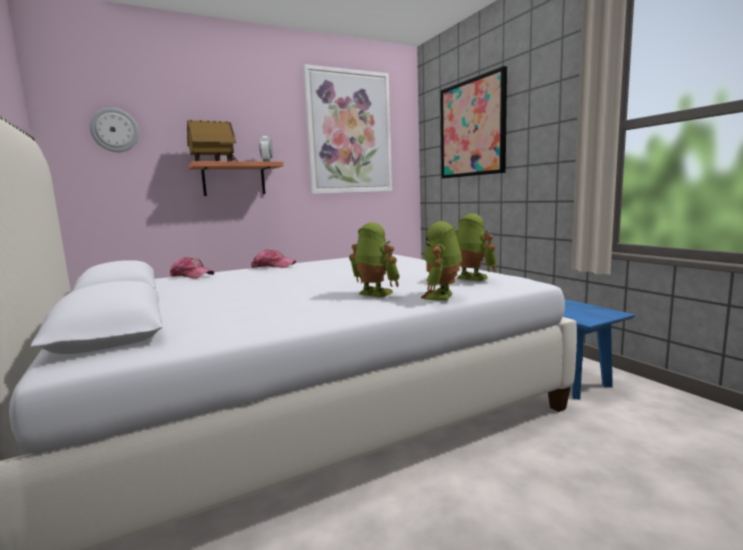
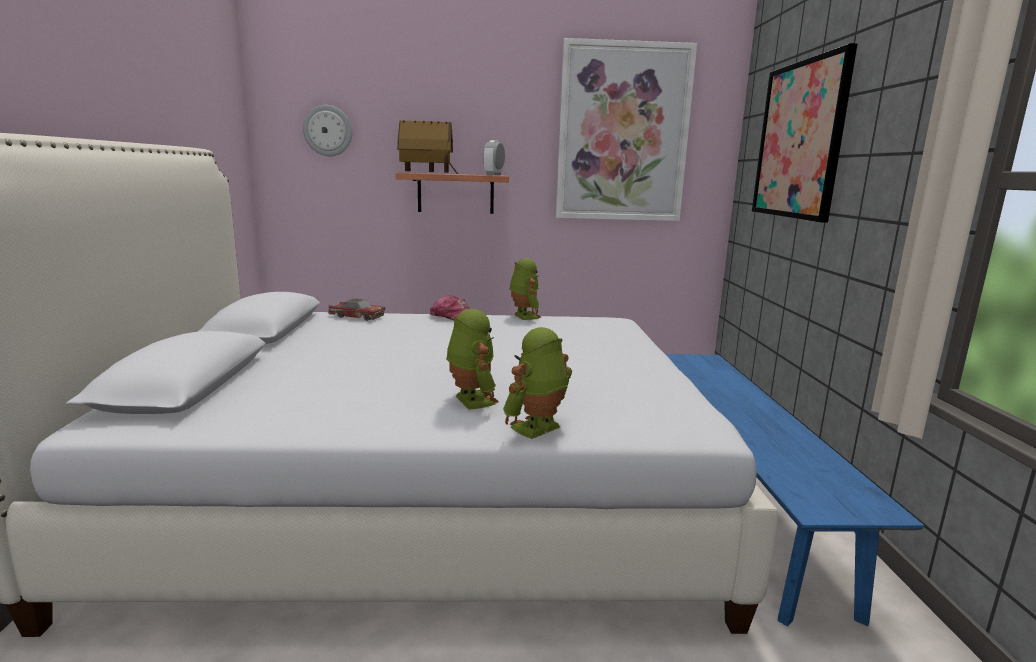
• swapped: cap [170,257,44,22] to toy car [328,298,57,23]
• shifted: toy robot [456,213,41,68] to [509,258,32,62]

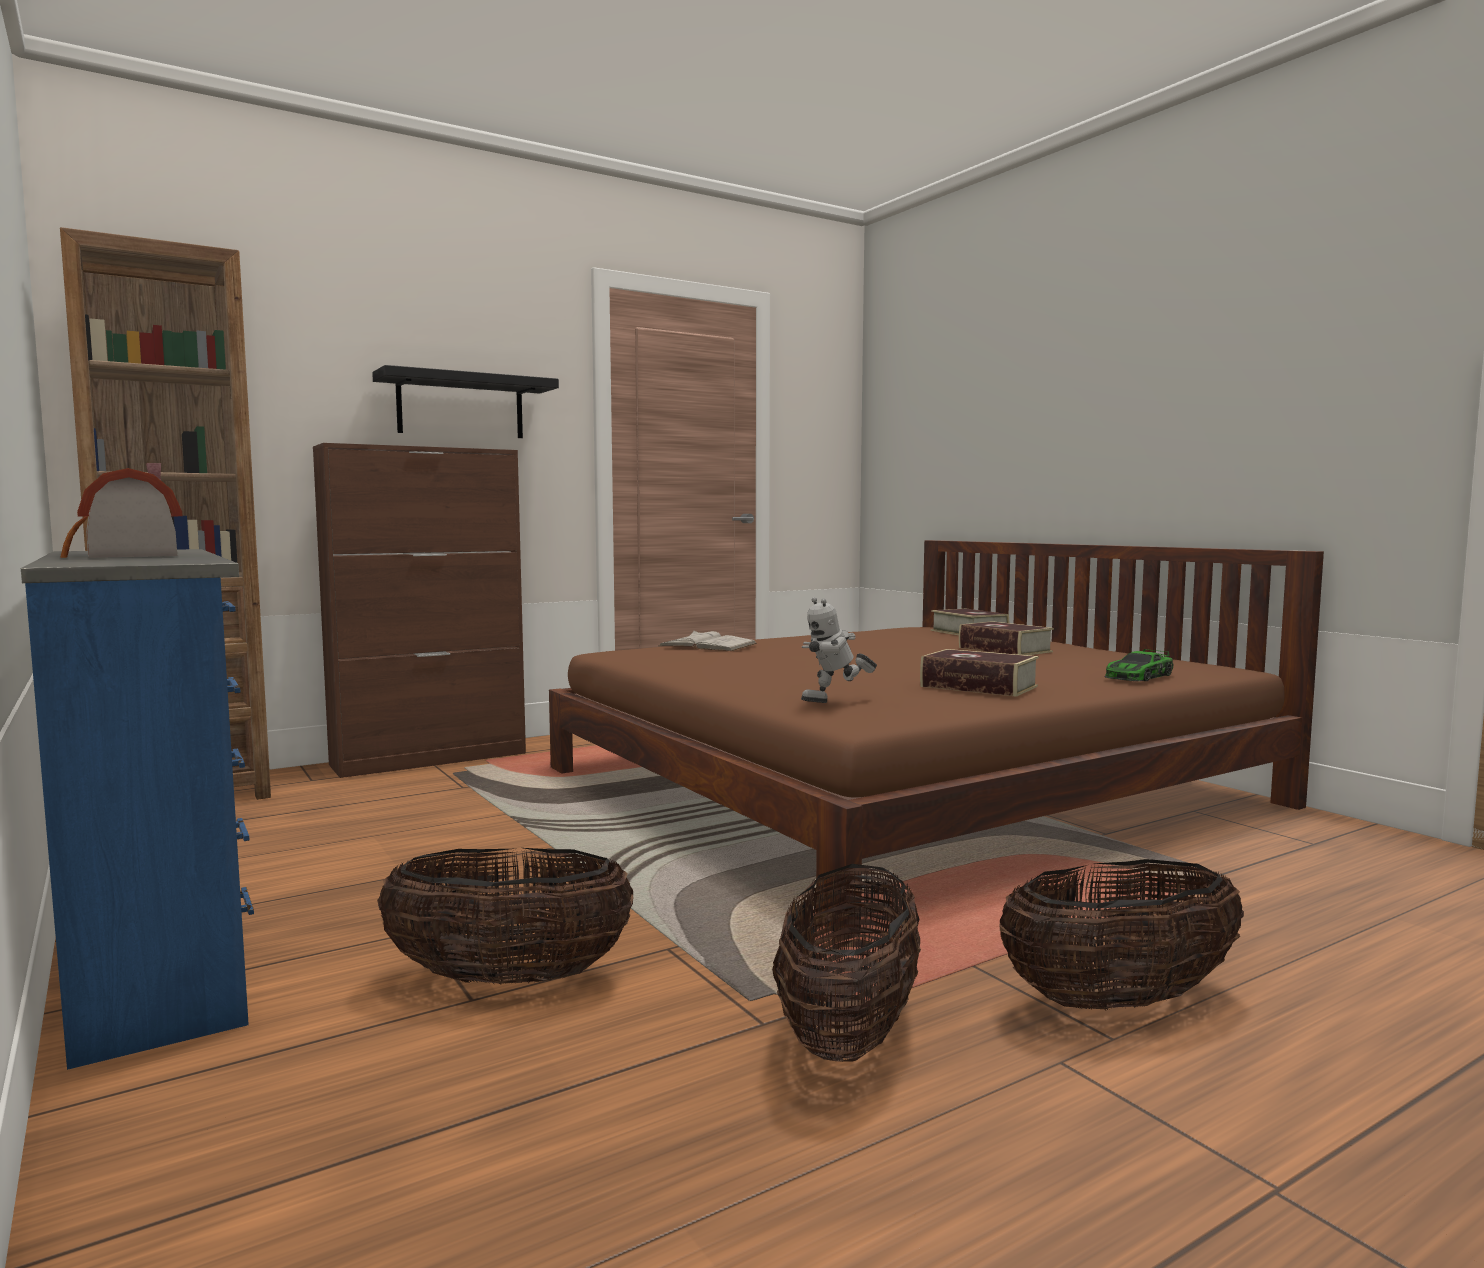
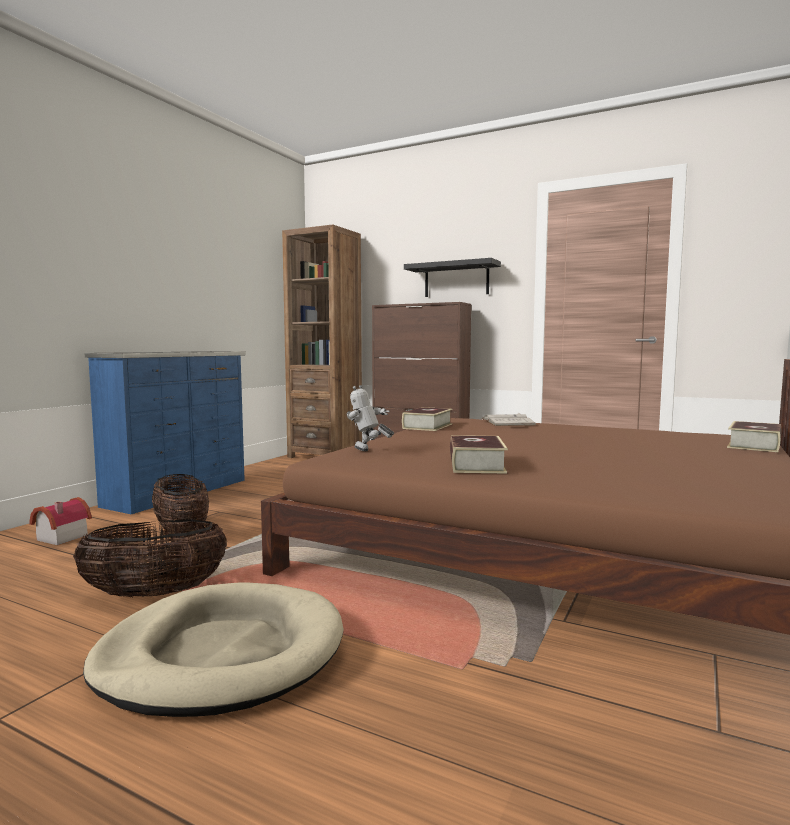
• shifted: toy house [60,463,122,95] to [29,497,63,48]
• shifted: book [959,621,95,34] to [402,407,50,24]
• swapped: basket [1000,859,244,151] to dog bed/beige [83,583,261,134]
• gone: toy car [1104,649,70,32]

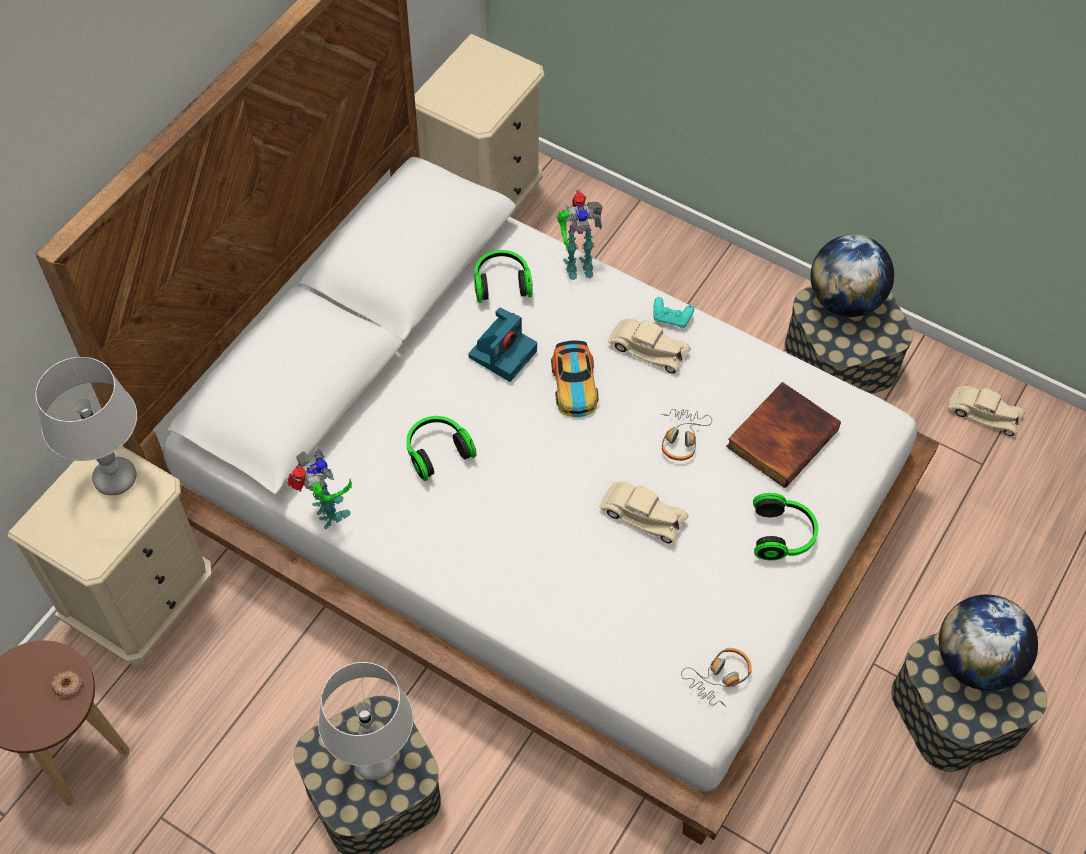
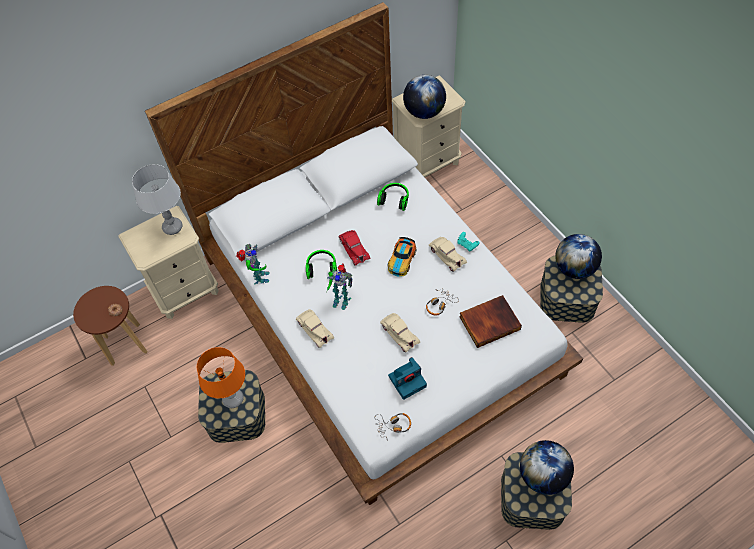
• repainted: table lamp/grey [318,662,95,118] to table lamp/orange [197,347,48,61]
• shifted: photo camera [469,307,68,75] to [388,357,39,43]
• shifted: toy robot [557,190,46,90] to [326,263,26,47]
• gone: headphones [753,493,65,67]
• shifted: toy car/beige [948,386,77,50] to [296,309,38,39]
• new: toy car/red [339,230,32,35]
• new: globe [403,75,43,44]

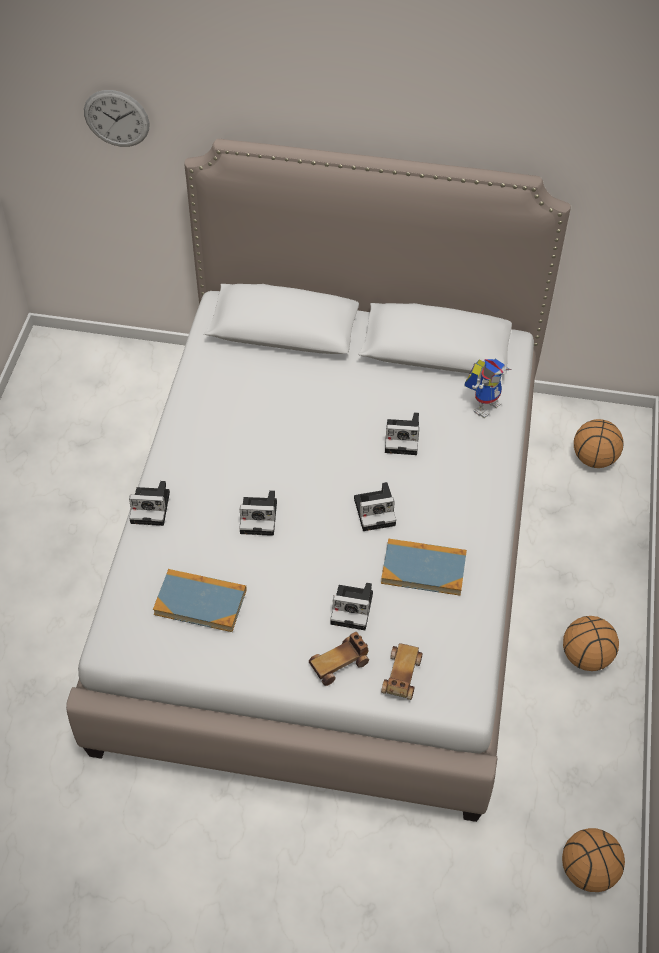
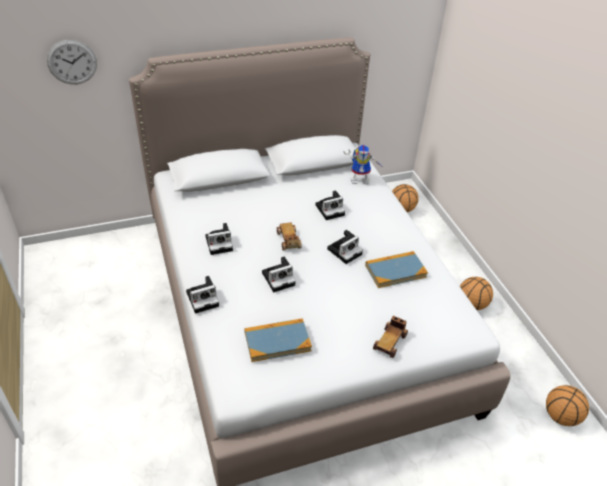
• shifted: photo camera [330,583,43,47] to [205,223,28,32]
• shifted: toy car [381,643,42,57] to [277,222,25,28]
• rotated: toy robot [465,358,47,61] = [343,145,41,39] 75 degrees clockwise

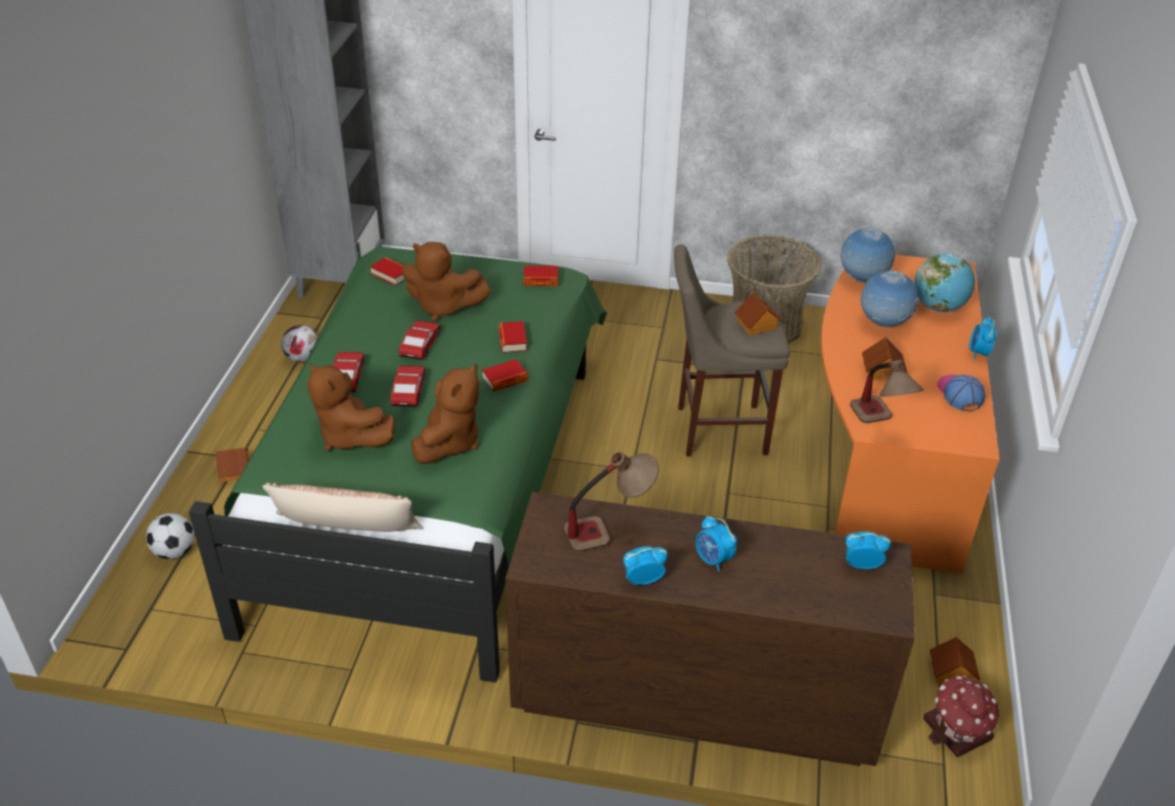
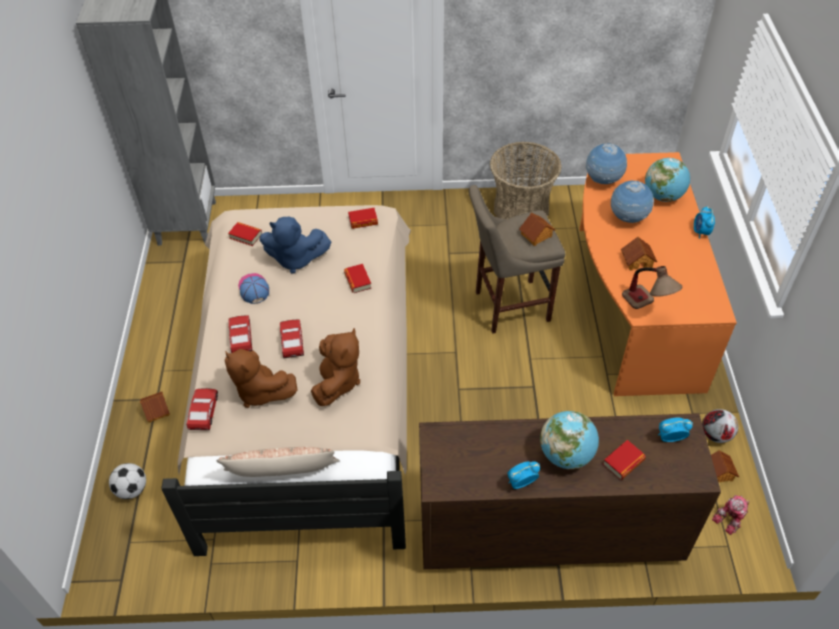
• repainted: bed/green [189,247,418,436] to bed/beige [161,205,250,351]
• shifted: football [281,325,37,38] to [702,409,36,34]
• shifted: toy car [399,321,41,39] to [187,388,31,42]
• repainted: plush toy/brown [402,242,89,79] to plush toy/blue [259,217,72,57]
• shifted: book [482,359,46,33] to [603,440,43,40]
• gone: table lamp [564,452,95,100]
• swapped: alarm clock [696,515,41,57] to globe [540,411,59,59]
• swapped: toy house [924,676,76,81] to toy robot [712,495,38,40]
• shifted: cap [937,374,48,37] to [238,273,31,31]

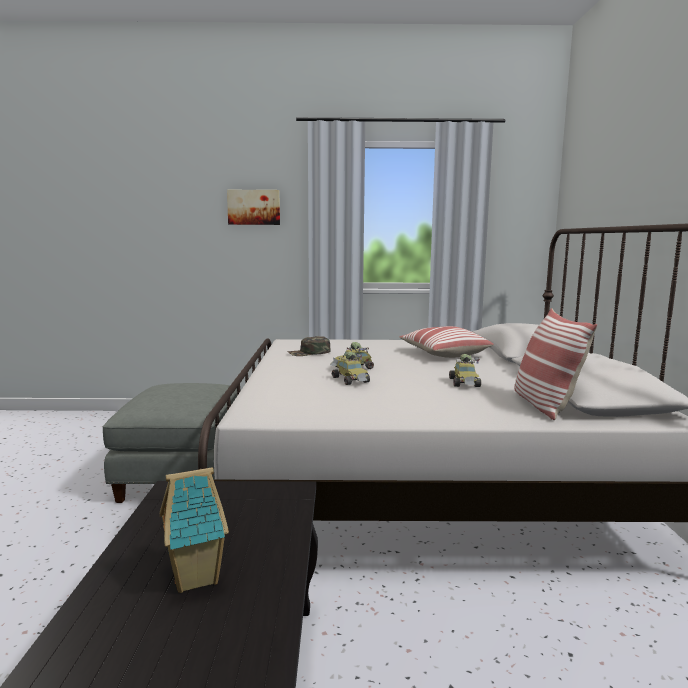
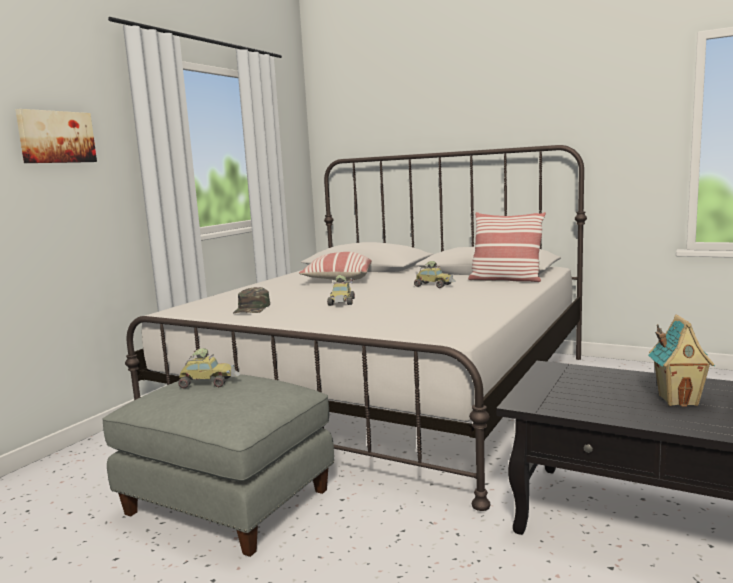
• shifted: toy car [332,352,38,33] to [178,348,62,40]

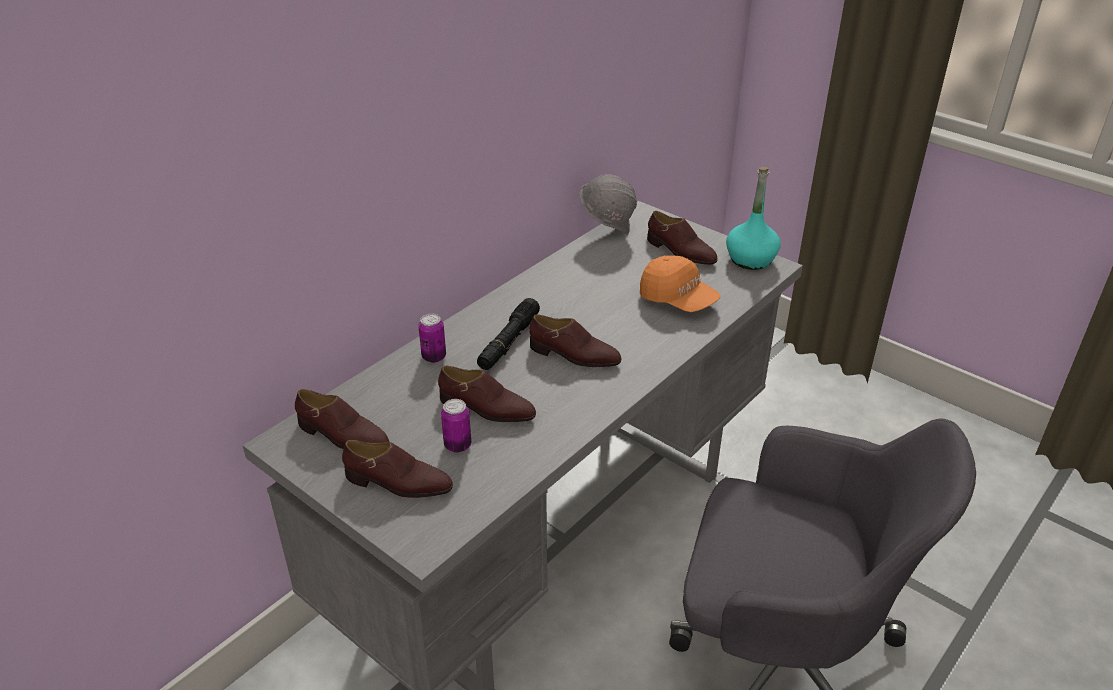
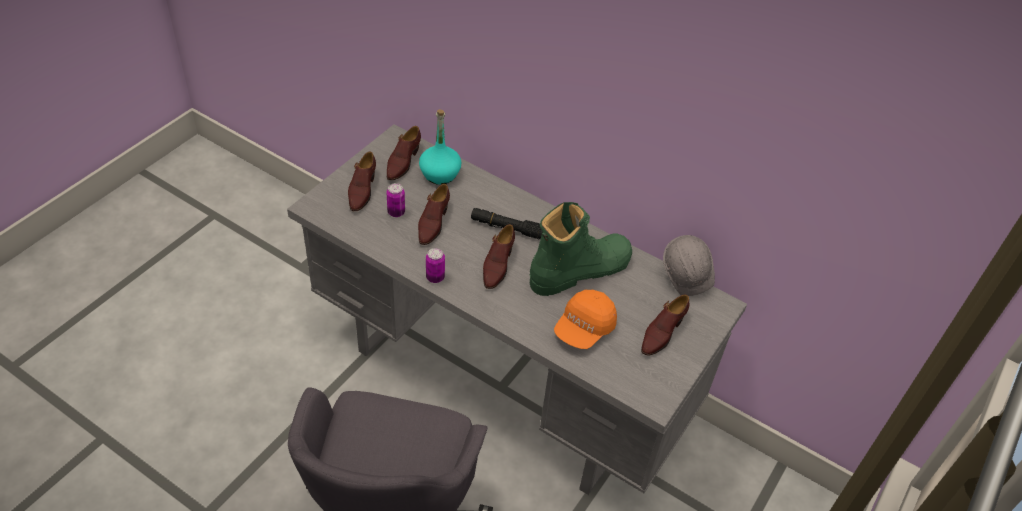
• shifted: can [418,313,28,50] to [426,248,19,35]
• shifted: bottle/turquoise [726,167,55,103] to [419,109,42,76]
• new: boot/green [530,202,102,94]

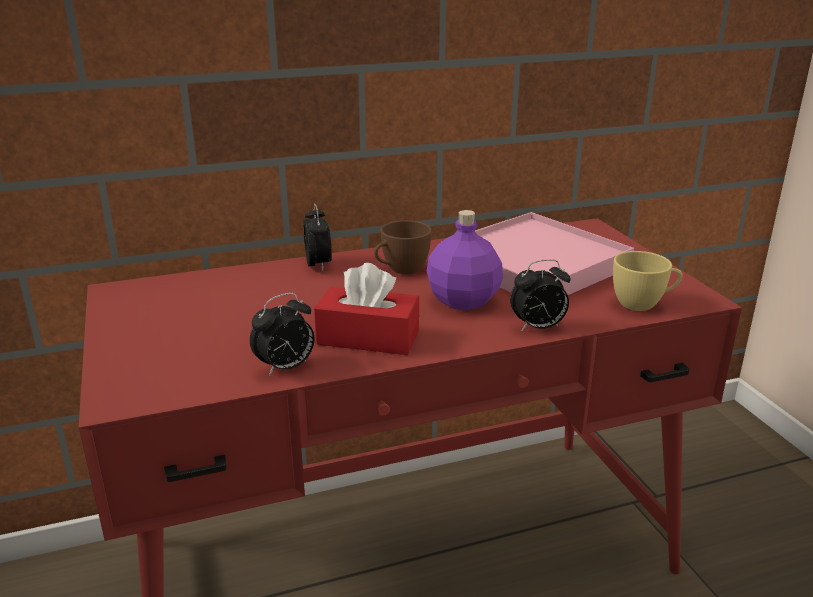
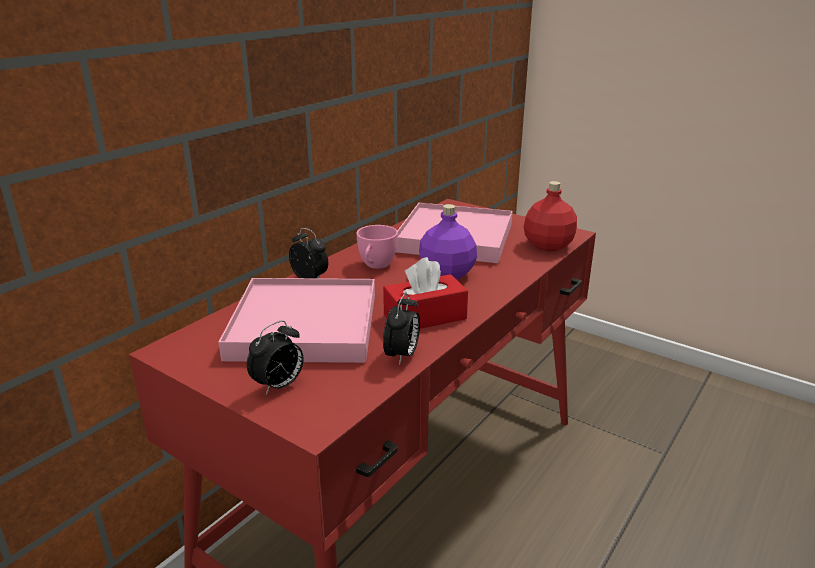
• repainted: cup/brown [374,220,58,54] to cup/pink [356,225,42,44]
• shifted: alarm clock [510,259,61,72] to [247,320,57,75]
• swapped: cup/yellow [613,251,69,60] to bottle/red [524,181,53,70]
• new: tray/pink [218,278,157,85]

